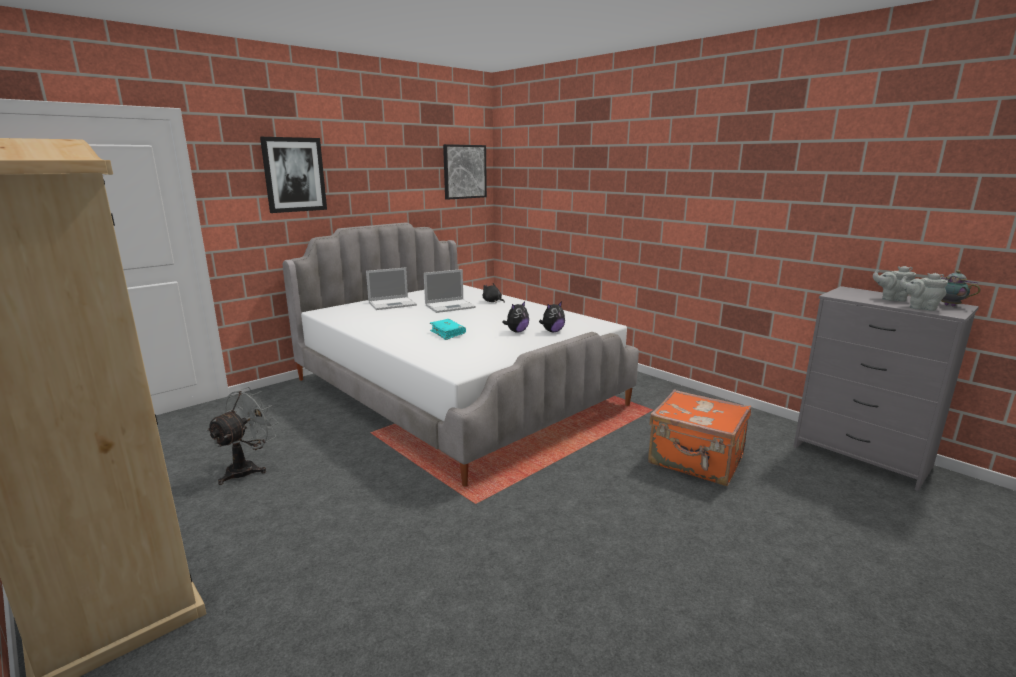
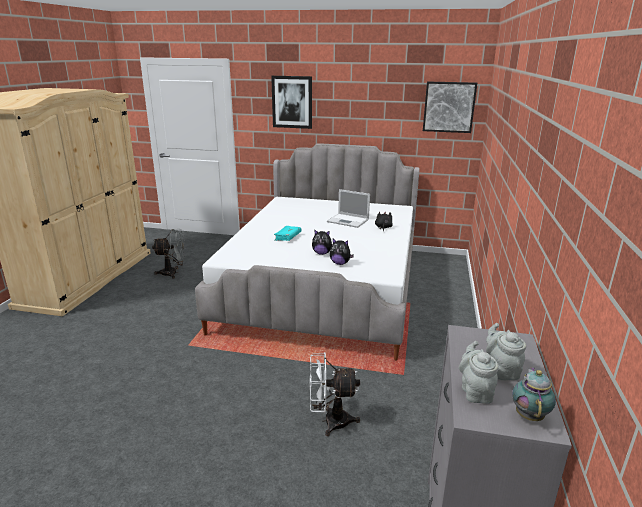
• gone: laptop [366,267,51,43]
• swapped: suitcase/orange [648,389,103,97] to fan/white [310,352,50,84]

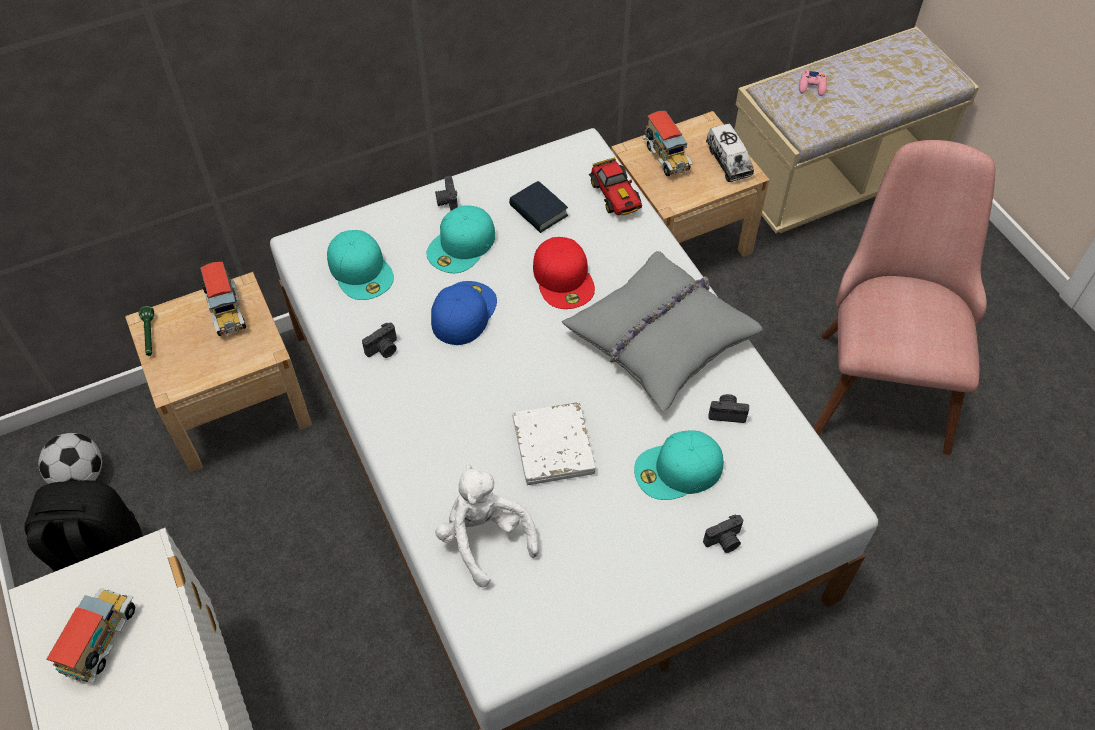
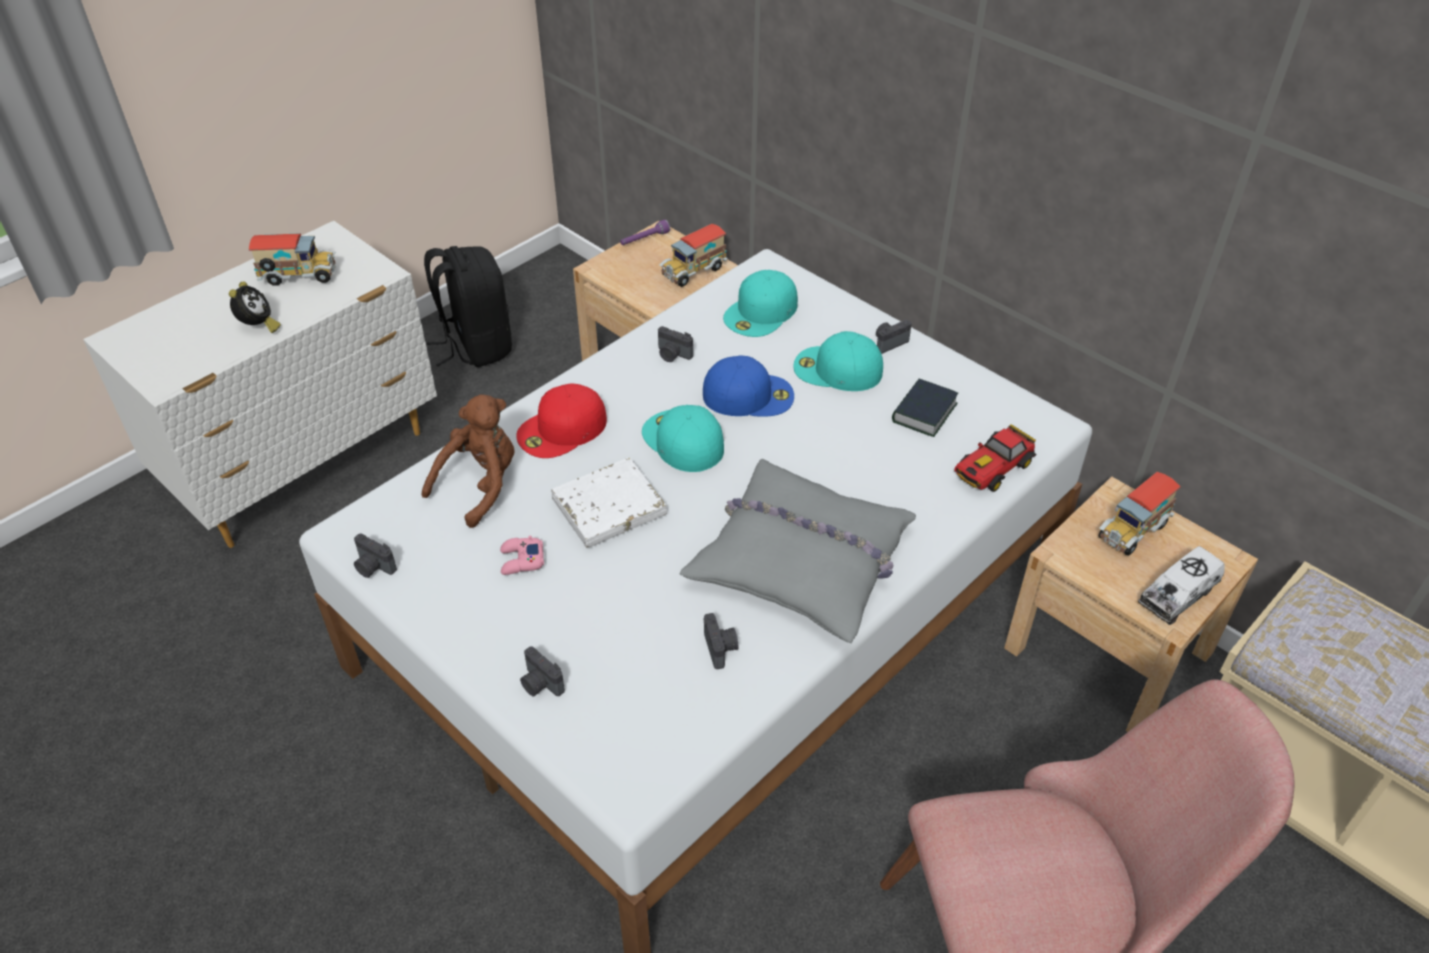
• gone: football [38,433,64,51]
• repainted: flashlight/green [139,306,15,50] to flashlight/purple [620,220,50,25]
• repainted: plush toy/white [435,465,104,122] to plush toy/brown [421,395,94,133]
• shifted: cap/red [533,237,62,72] to [516,384,91,74]
• shifted: cap/turquoise [634,430,90,70] to [642,405,82,67]
• shifted: game controller/pink [799,70,28,26] to [500,535,44,40]
• new: alarm clock [229,282,52,51]
• new: photo camera [354,534,43,44]

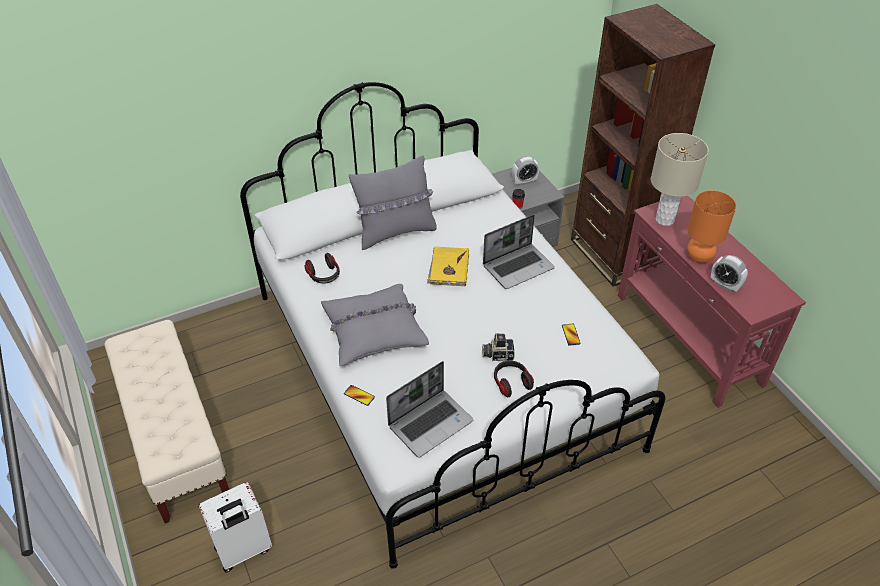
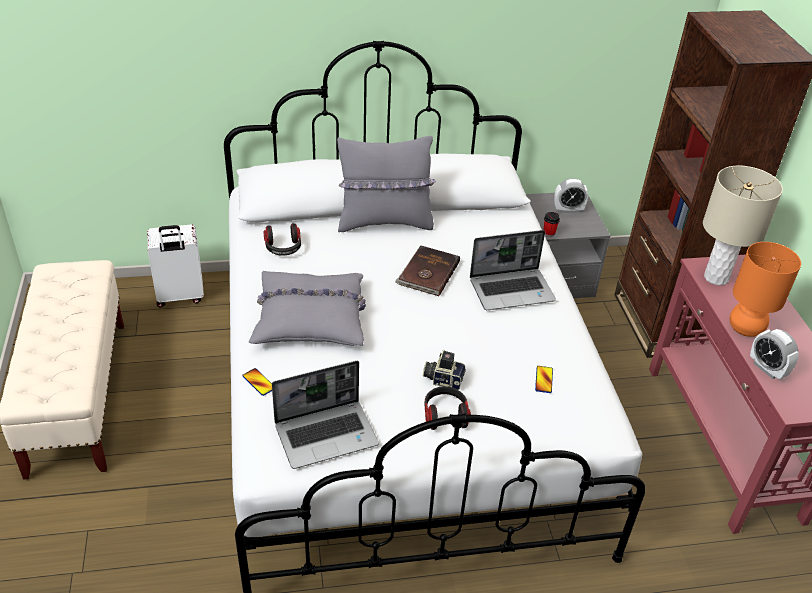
• shifted: suitcase/white [199,482,73,91] to [147,224,57,83]
• repainted: book/yellow [427,246,42,40] to book/brown [395,246,65,50]

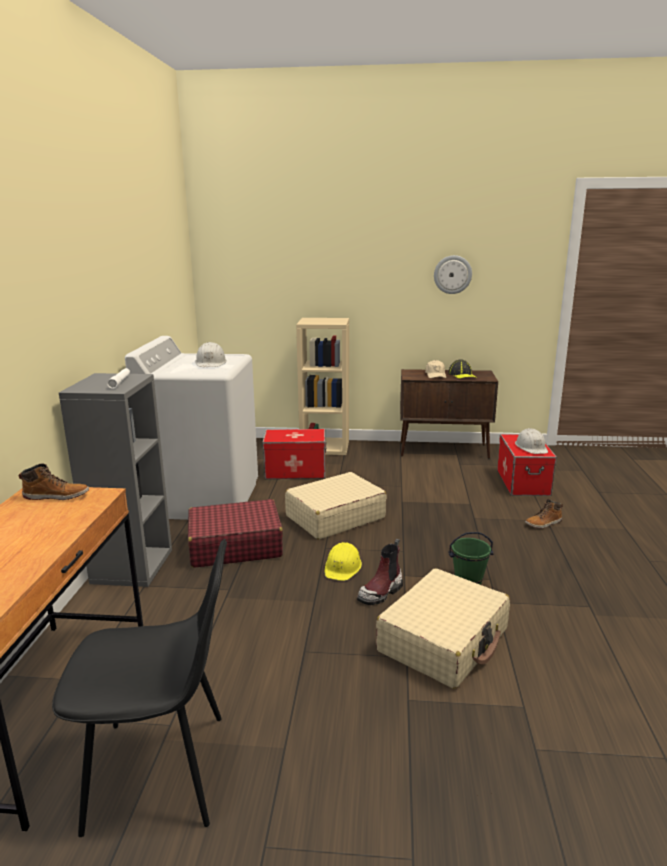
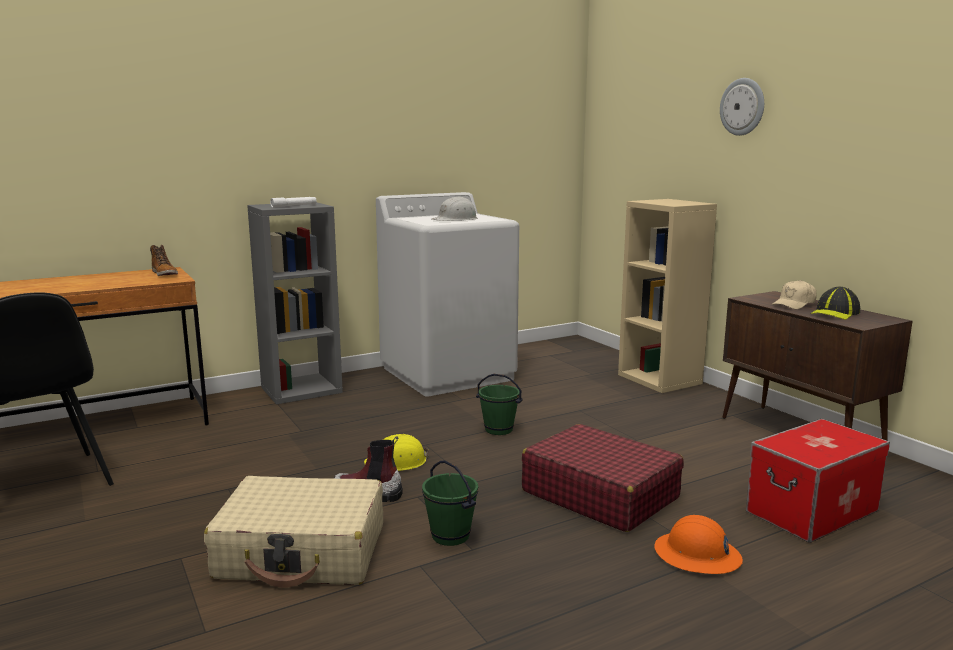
• shifted: suitcase/red [188,499,95,69] to [522,424,162,108]
• gone: storage box [262,429,65,50]
• swapped: suitcase/beige [285,472,101,67] to bucket/green [476,374,47,61]
• shifted: wall clock [434,255,38,39] to [720,78,44,58]
• gone: hard hat/white [515,428,33,26]
• swapped: boot [525,499,38,29] to hard hat/orange [654,515,89,59]

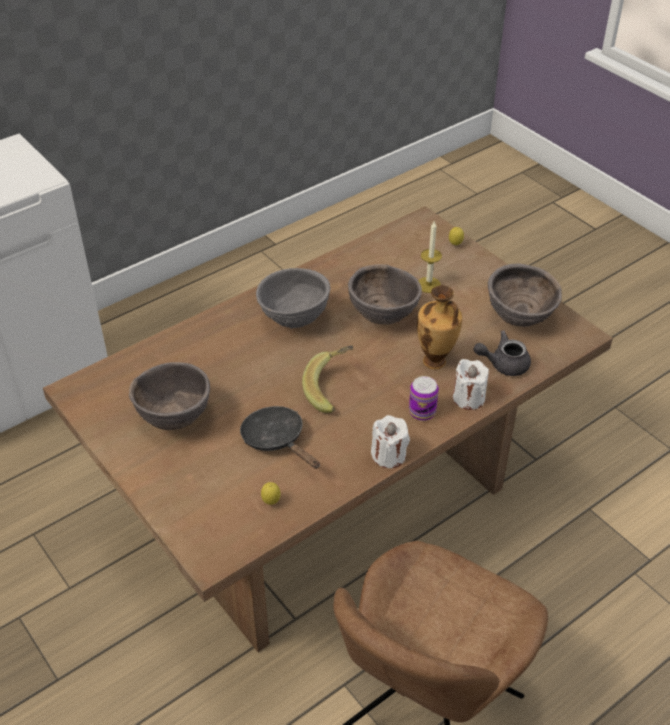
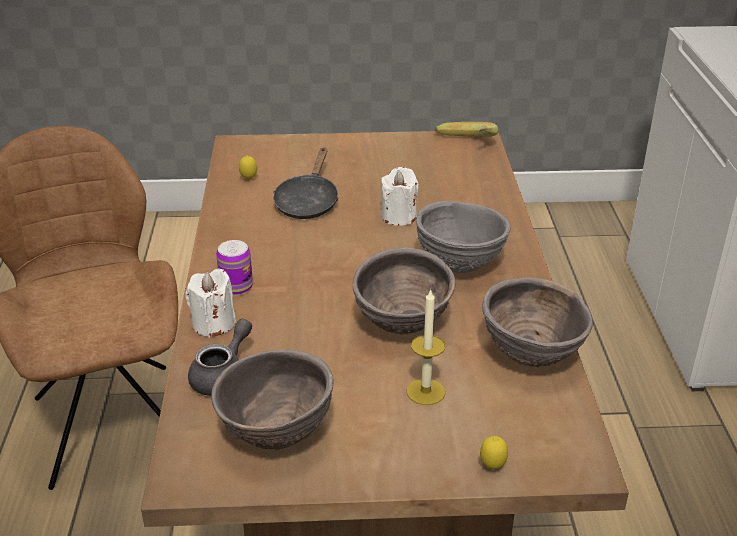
• shifted: bowl/brown [129,362,81,68] to [482,277,111,90]
• rotated: frying pan/black [240,406,80,63] = [273,147,65,72] 105 degrees clockwise
• shifted: banana [302,345,51,68] to [435,122,64,15]
• shifted: candle/white [371,415,39,53] to [381,167,37,59]
• gone: vase [417,285,45,84]

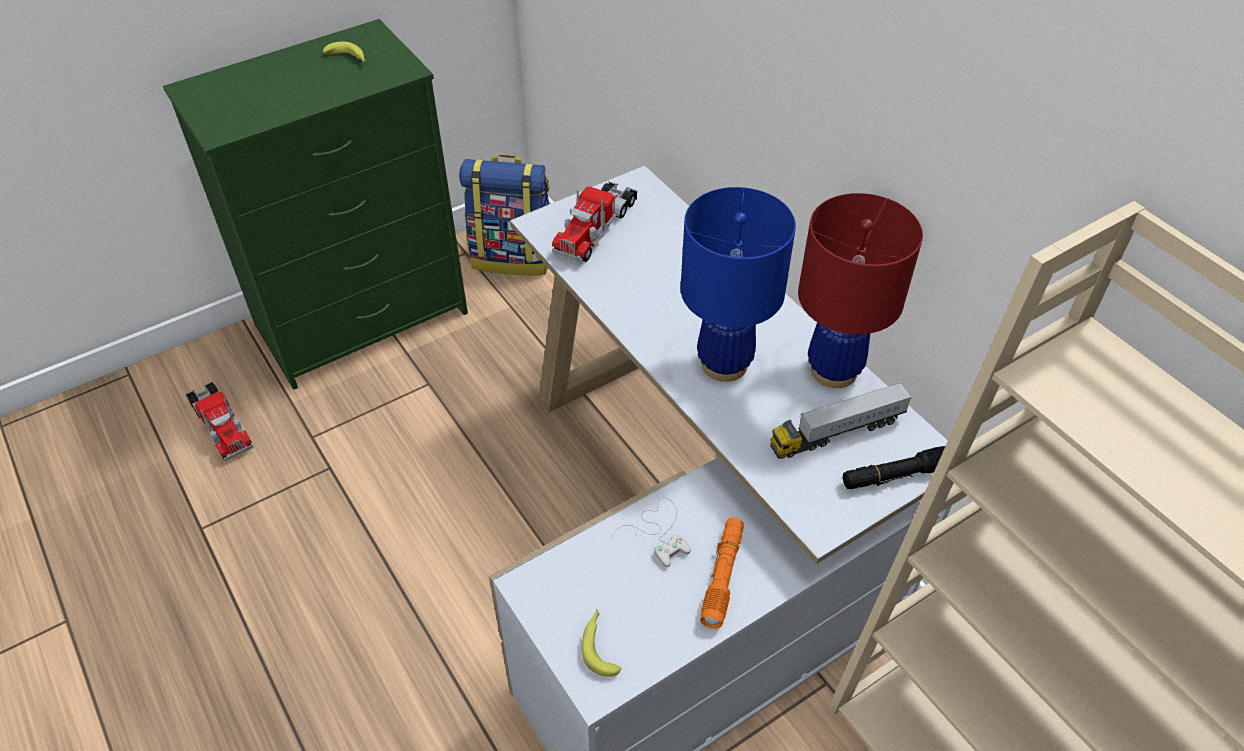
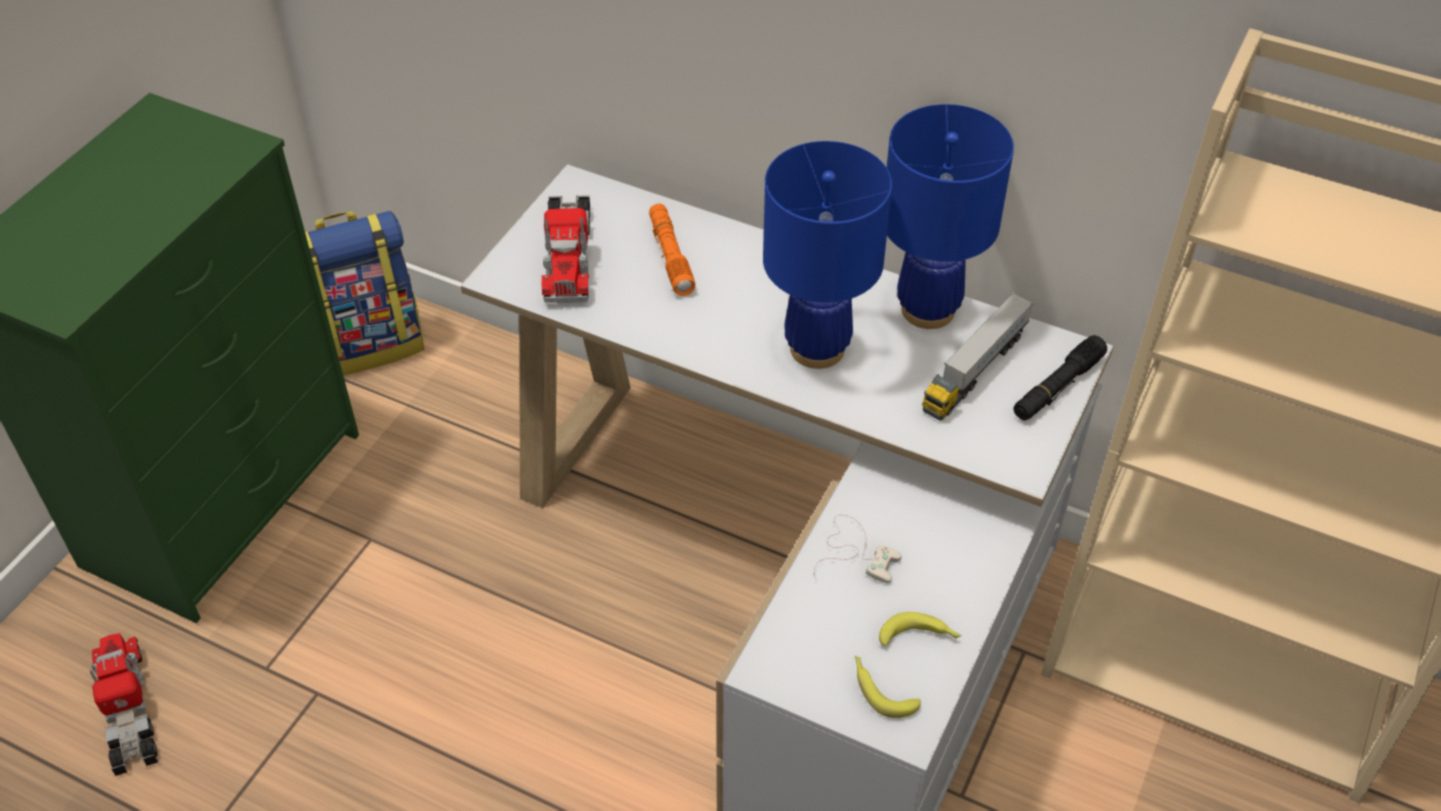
• rotated: toy truck [186,381,68,80] = [89,633,69,143] 135 degrees counterclockwise
• shifted: banana [323,41,43,22] to [879,612,83,34]
• shifted: flashlight/orange [700,518,44,111] to [649,204,47,92]
• repainted: table lamp/red [798,193,125,195] to table lamp/blue [887,104,127,225]

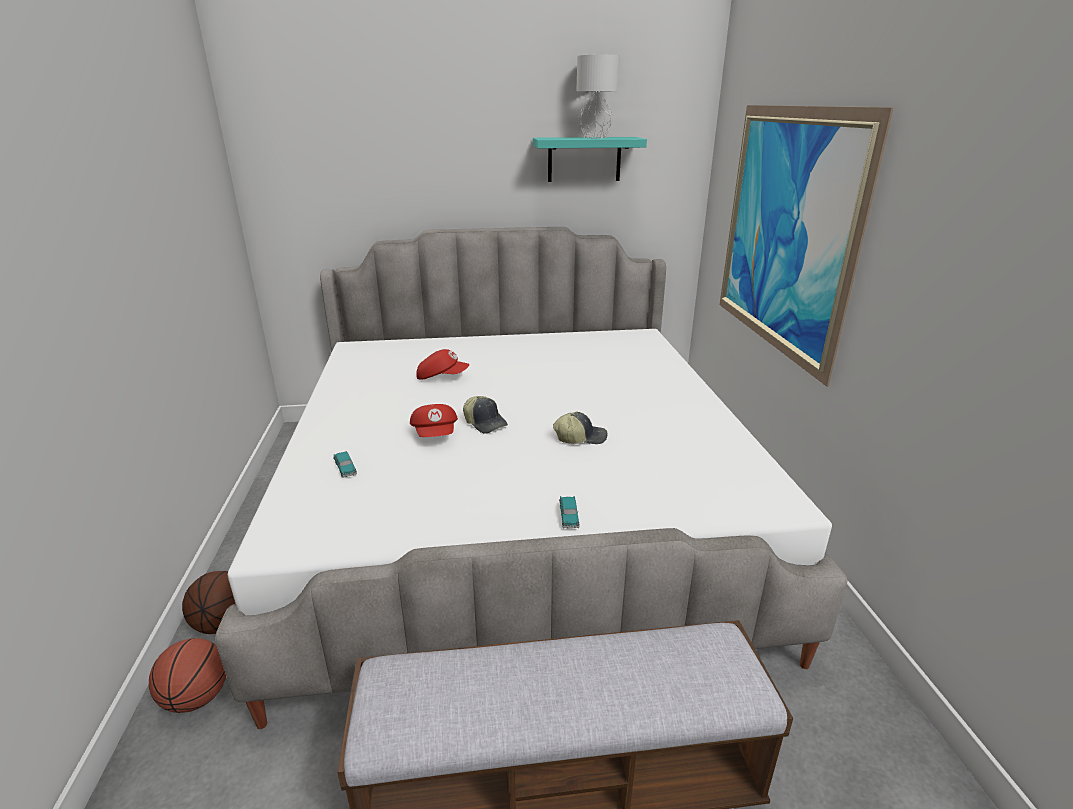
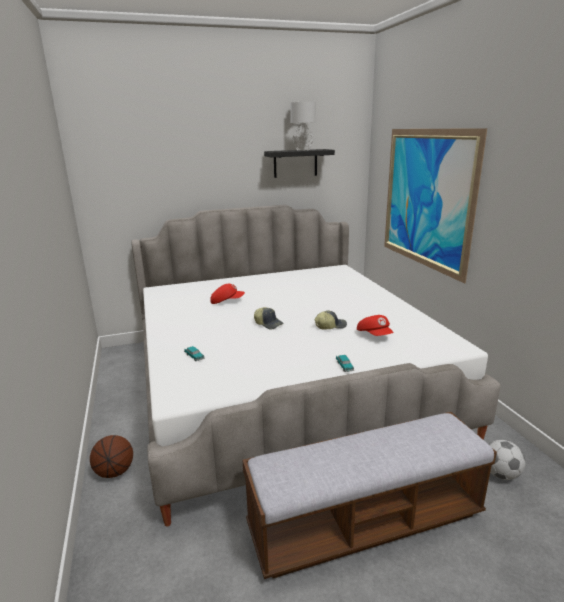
• gone: basketball [149,638,77,75]
• shifted: cap/red [410,404,48,33] to [357,315,36,21]
• repainted: shelf/turquoise [533,137,114,45] to shelf/black [264,149,71,29]
• new: football [489,440,36,40]

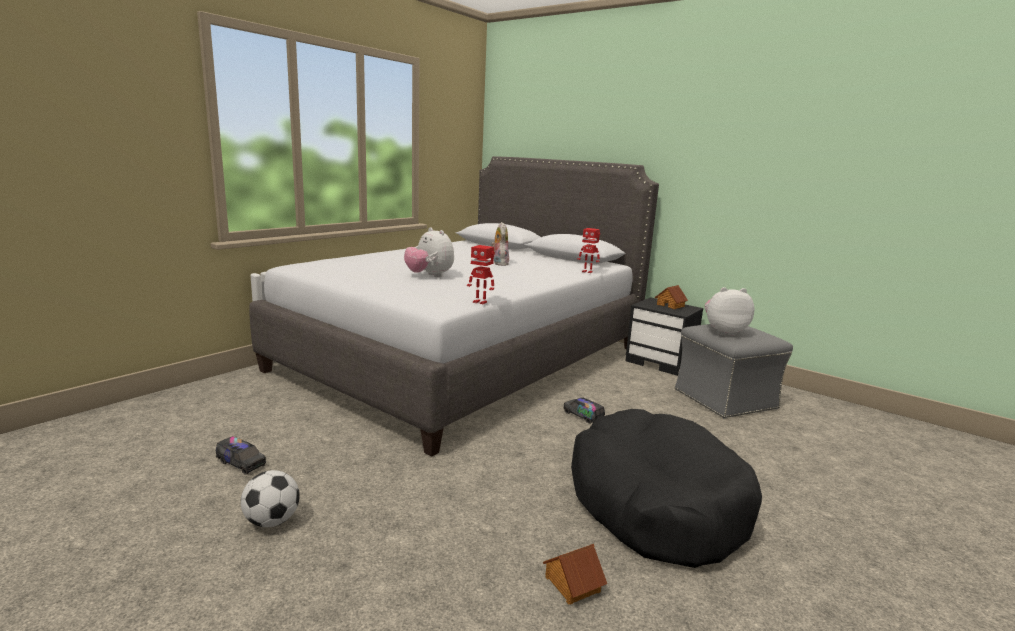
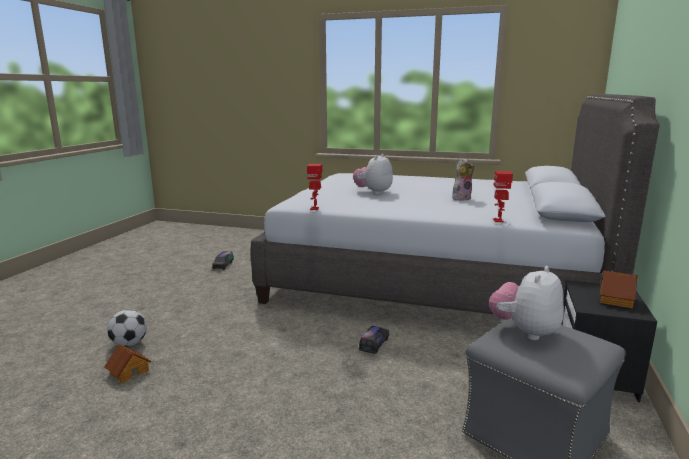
• shifted: football [241,470,59,57] to [107,310,40,37]
• gone: dog bed/black [571,409,191,159]
• rotated: plush toy [705,287,49,49] = [489,266,75,74] 120 degrees counterclockwise

